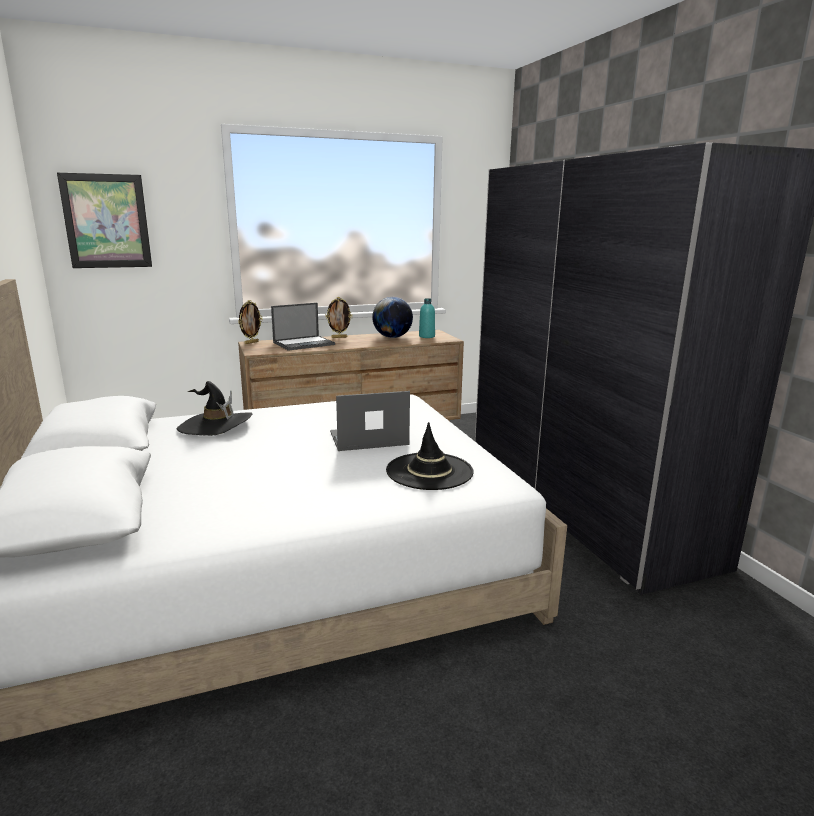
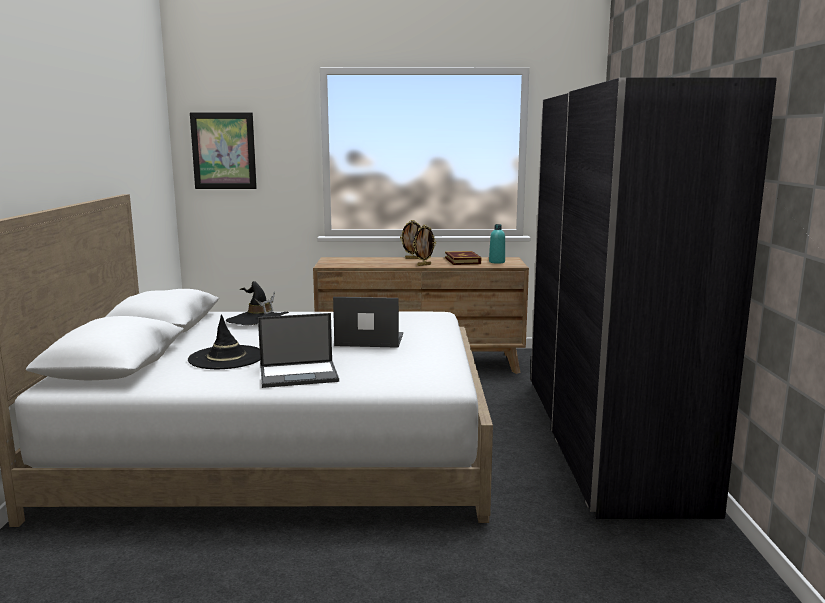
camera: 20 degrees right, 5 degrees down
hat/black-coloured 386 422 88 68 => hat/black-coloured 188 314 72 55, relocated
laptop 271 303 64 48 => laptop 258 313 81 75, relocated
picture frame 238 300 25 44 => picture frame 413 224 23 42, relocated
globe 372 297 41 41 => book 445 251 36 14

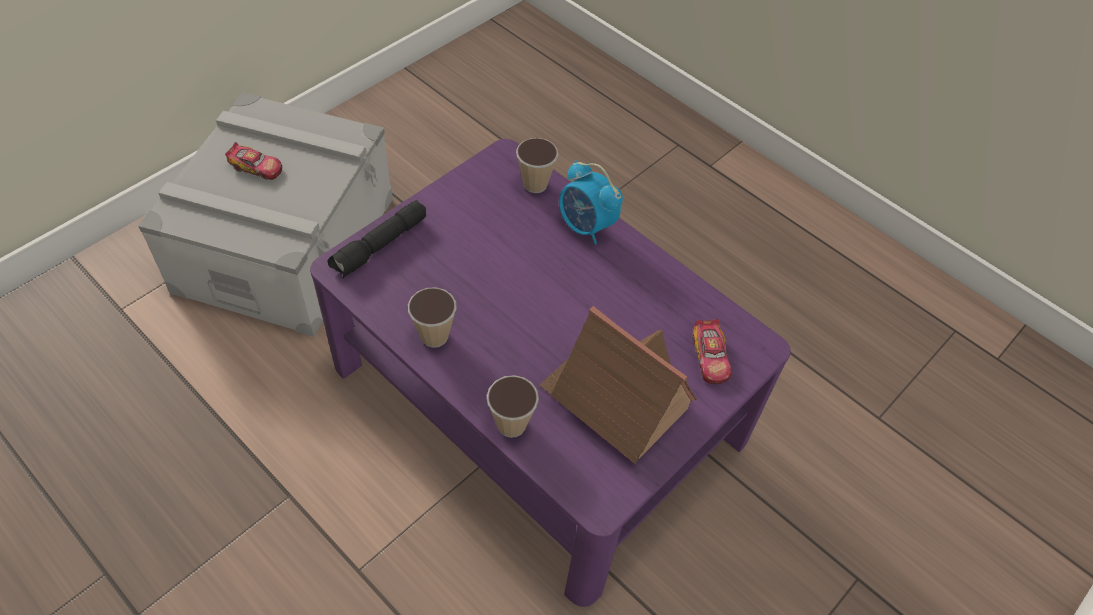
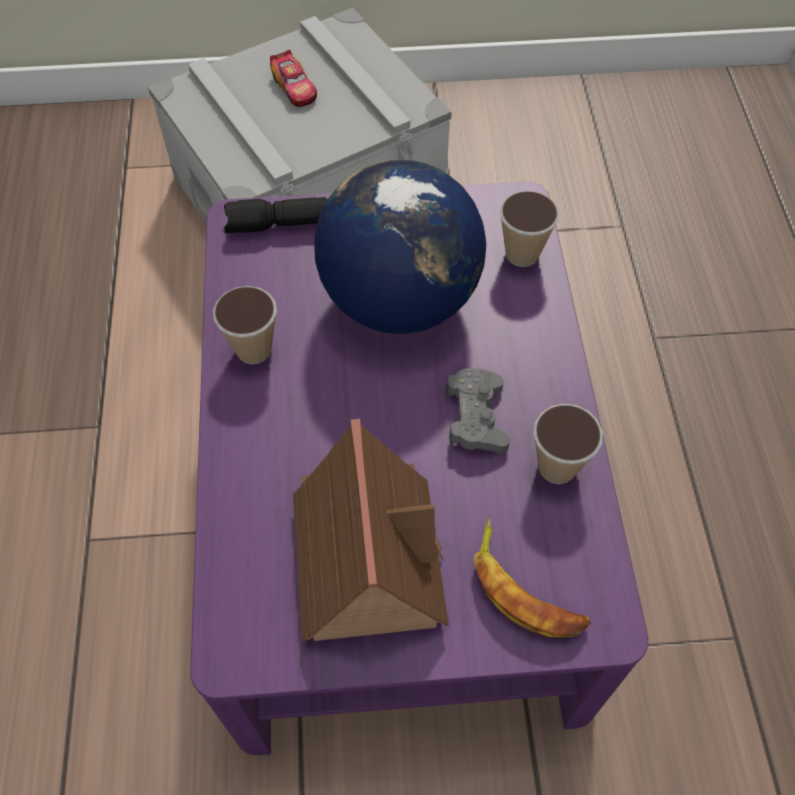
camera: 45 degrees right, 5 degrees up
nothing => globe 314 159 172 175
nothing => gamepad/grey 446 368 64 85
toy car 693 319 39 65 => banana fruit 474 518 117 119
small cup 487 375 52 63 => small cup 534 404 69 80, relocated
table clock 559 160 64 85 => nothing

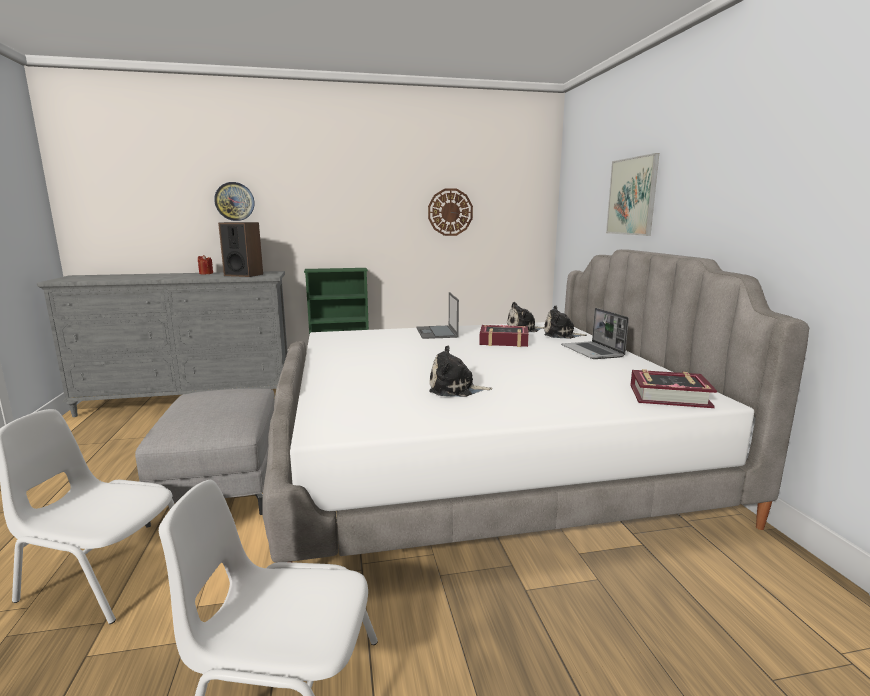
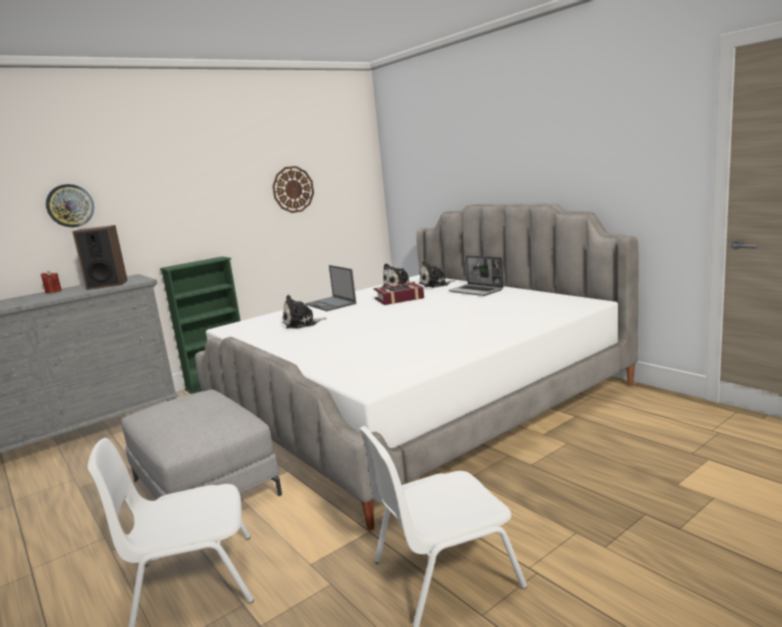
camera: 25 degrees left, 0 degrees up
soft toy 429 345 63 52 => soft toy 282 295 45 34, relocated
wall picture 606 153 53 83 => nothing
book 630 369 87 39 => nothing

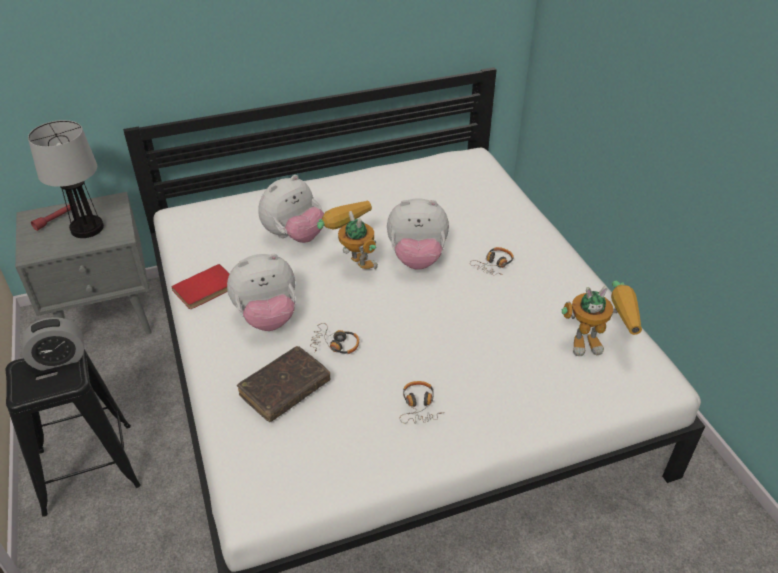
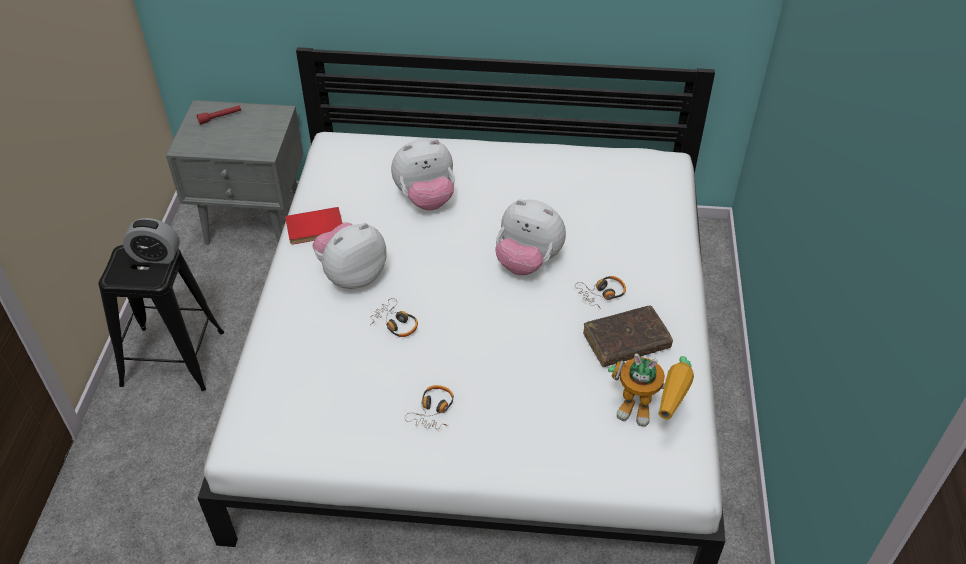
camera: 25 degrees right, 5 degrees up
soft toy 227 254 68 77 => soft toy 313 222 73 67, 135 degrees clockwise
book/brown-coloured 237 346 93 76 => book/brown-coloured 583 305 90 62, relocated
lamp for a table 28 120 76 118 => nothing
robot figure 317 200 61 69 => nothing

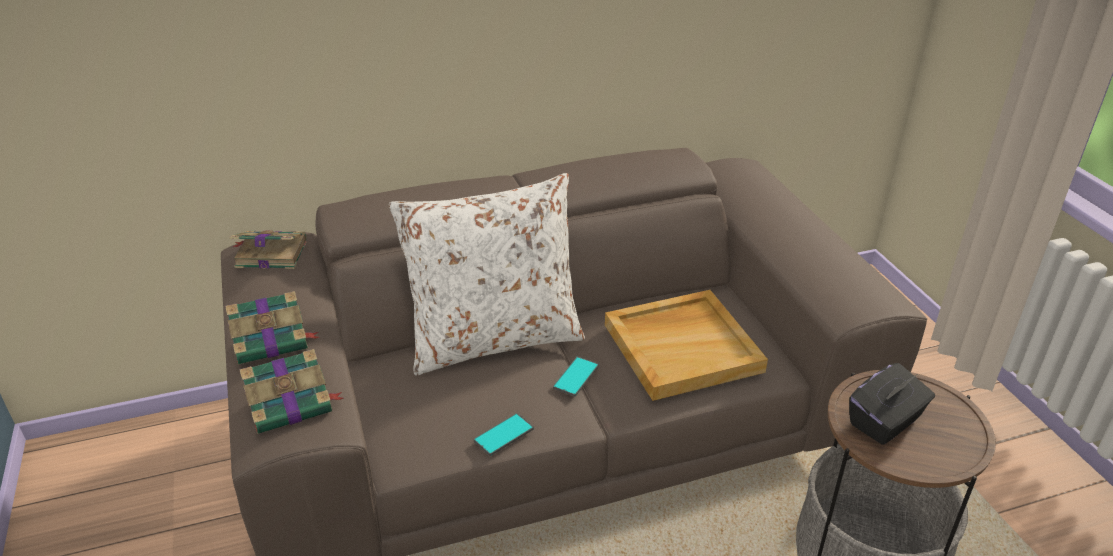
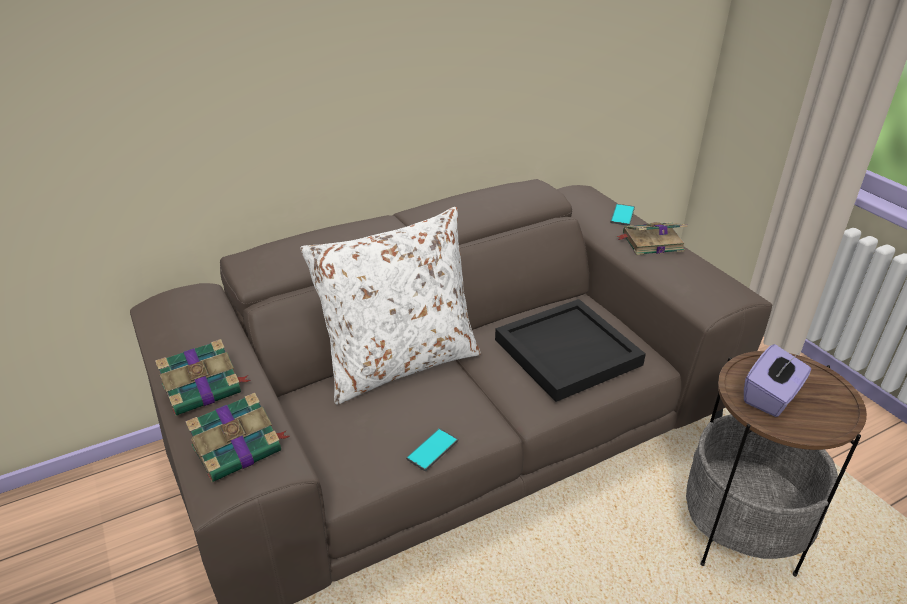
camera: 10 degrees left, 0 degrees up
tray/beige-coloured 605 290 163 111 => tray/black-coloured 495 299 151 103
telephone 553 356 46 41 => telephone 610 204 25 22, relocated
book 229 230 78 39 => book 616 222 72 33, relocated
box of tissues/black-coloured 849 363 86 82 => box of tissues/purple-coloured 744 344 67 73

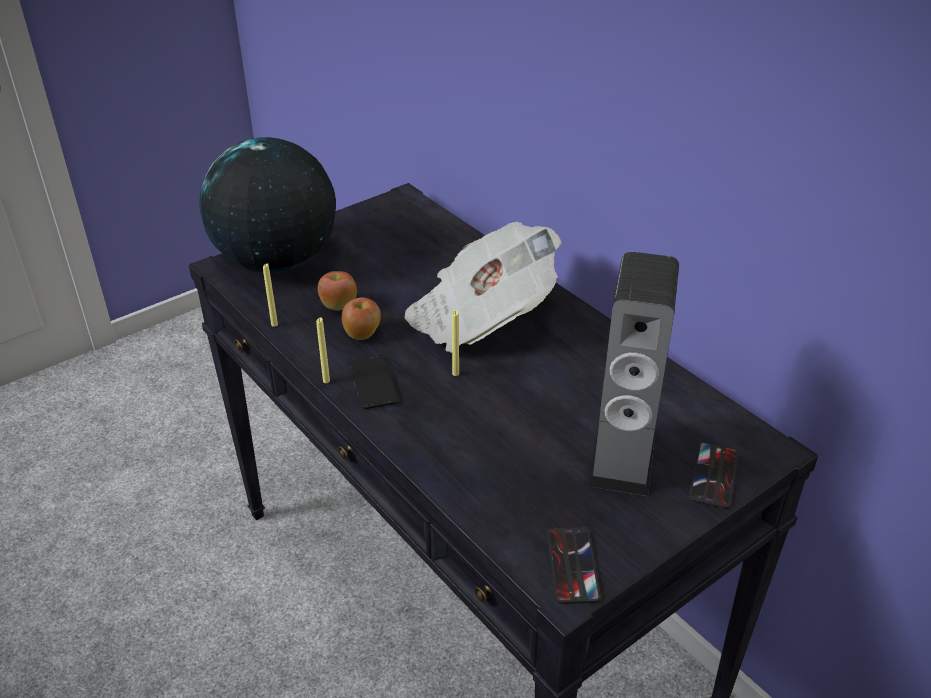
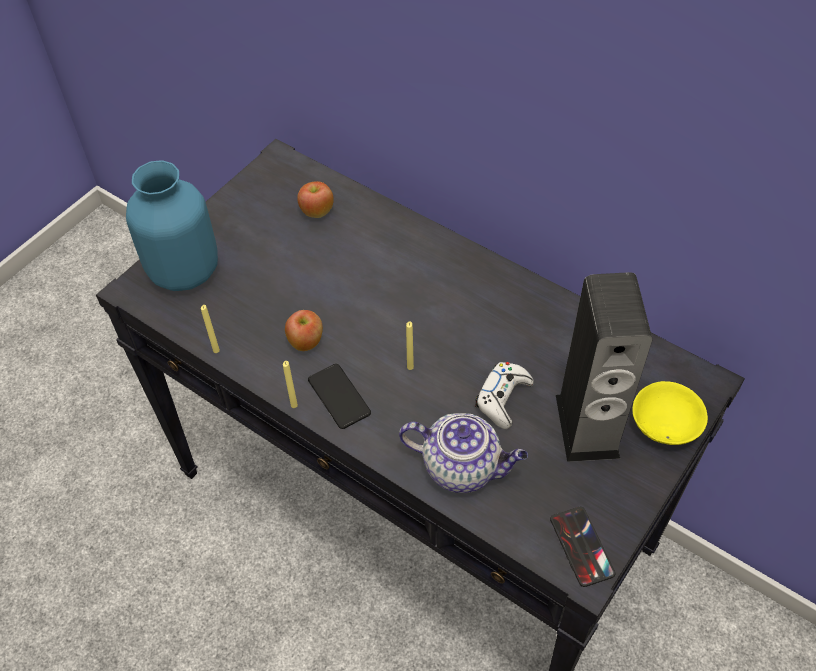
camera: 15 degrees left, 15 degrees up
globe 199 137 137 136 => vase/blue 126 160 92 131
apple fruit 318 271 39 40 => apple fruit 297 181 37 37, relocated
nothing => pot for tea 399 413 129 80
nothing => gamepad/white-coloured 475 362 59 67
telephone 689 442 49 67 => serving bowl/yellow 633 381 75 64
daily paper 404 222 158 131 => nothing

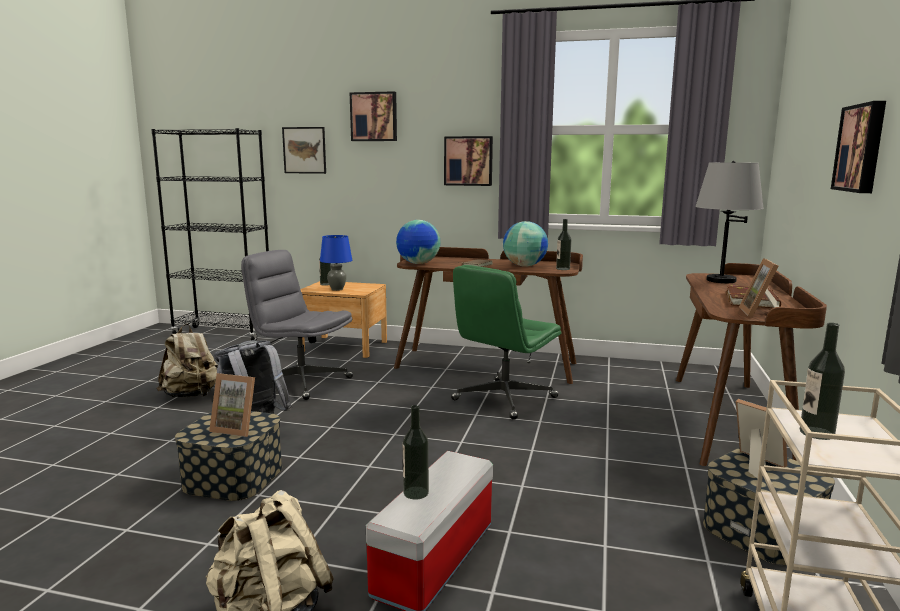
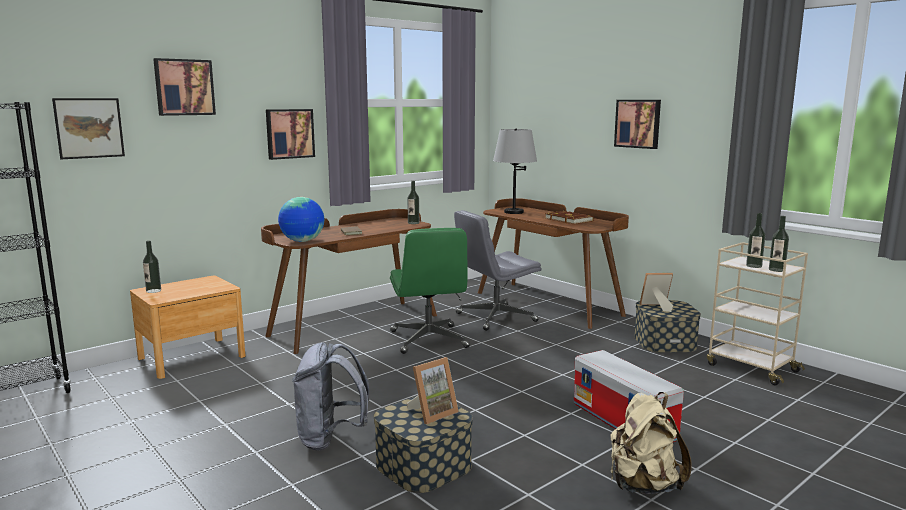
camera: 55 degrees left, 0 degrees up
desk chair/grey 241 250 112 150 => desk chair/grey 454 210 88 121, relocated
beverage bottle 403 405 26 94 => beverage bottle 769 216 20 56, relocated
backpack/beige-coloured 156 324 62 74 => nothing
lamp for a table/blue 320 235 32 56 => nothing
globe 503 221 45 46 => nothing
picture frame 739 258 40 60 => nothing

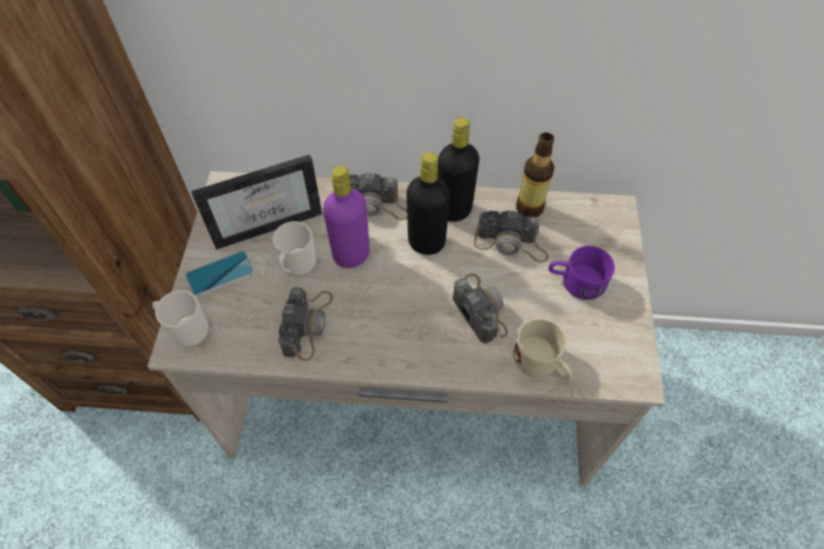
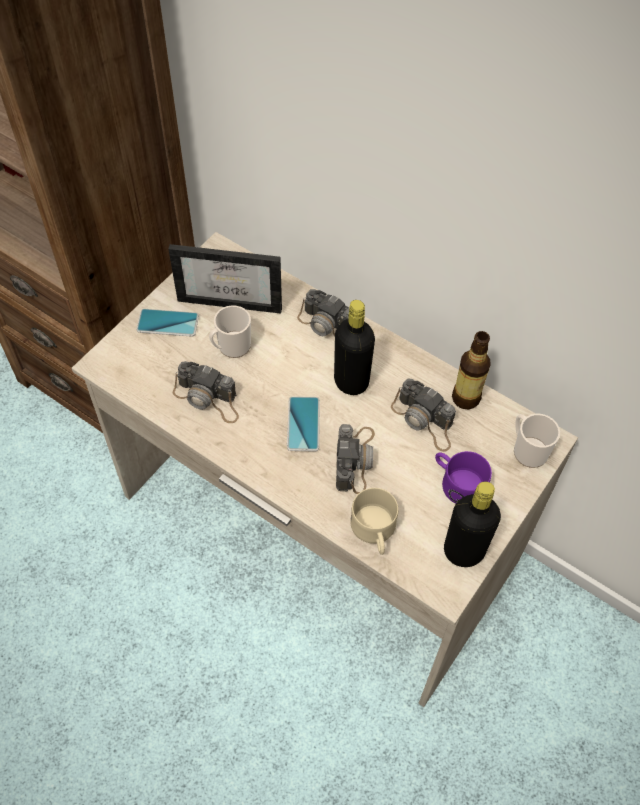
camera: 30 degrees right, 0 degrees up
photo camera 278 287 55 74 => photo camera 173 361 66 62, 75 degrees clockwise
nothing => telephone 287 396 33 55
beverage bottle/black-coloured 438 117 41 105 => beverage bottle/black-coloured 444 482 57 85, relocated
tea mug 152 290 57 57 => tea mug 514 414 46 54, relocated
beverage bottle/purple-coloured 323 165 47 103 => nothing

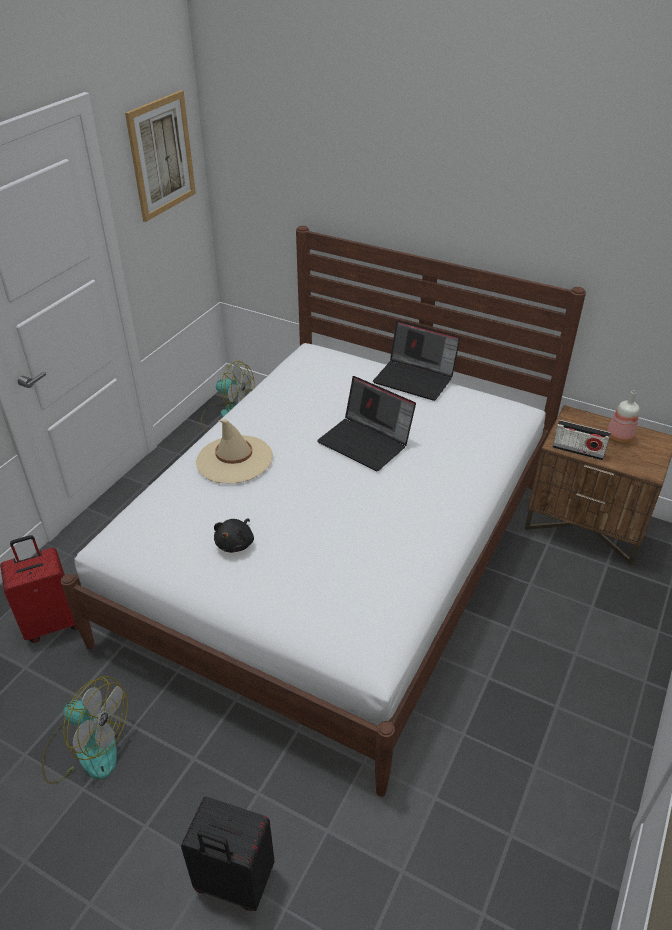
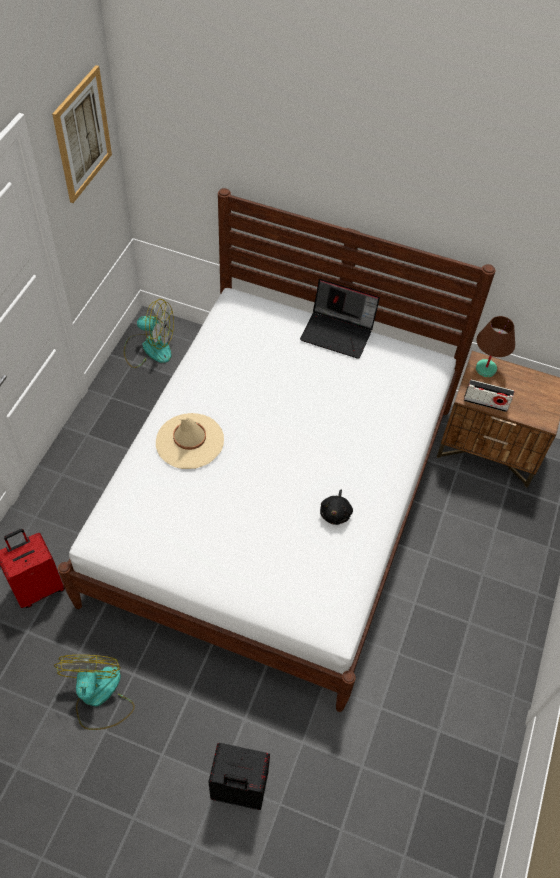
camera: 10 degrees left, 15 degrees up
fan 42 676 86 108 => fan 54 655 81 75, 105 degrees counterclockwise
soft toy/black-coloured 214 519 40 34 => soft toy/black-coloured 320 489 33 36, relocated
nothing => lamp for a table/brown-coloured 476 316 39 61
laptop 317 376 99 95 => nothing
beverage bottle 607 391 32 53 => nothing

